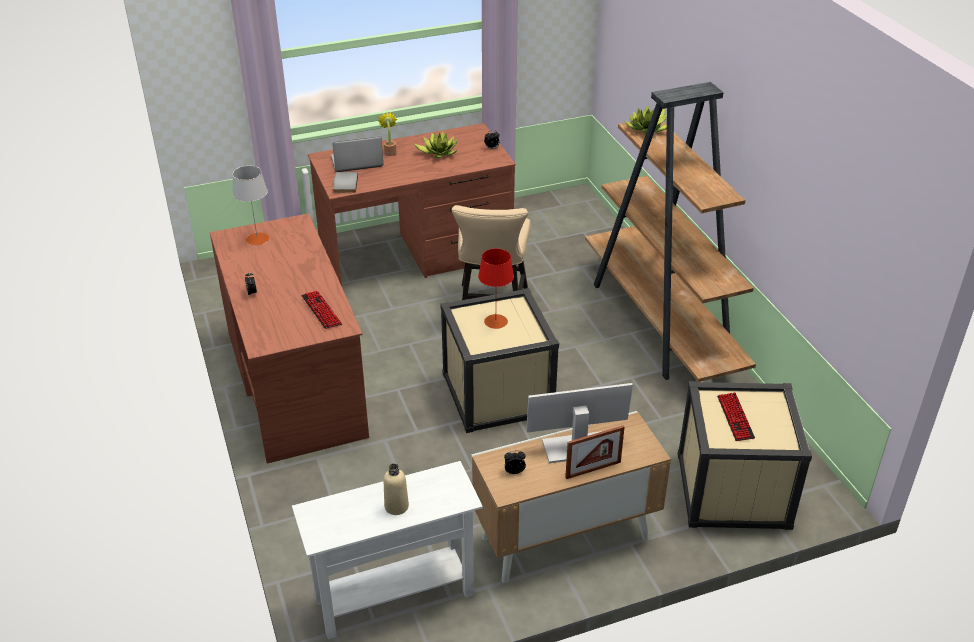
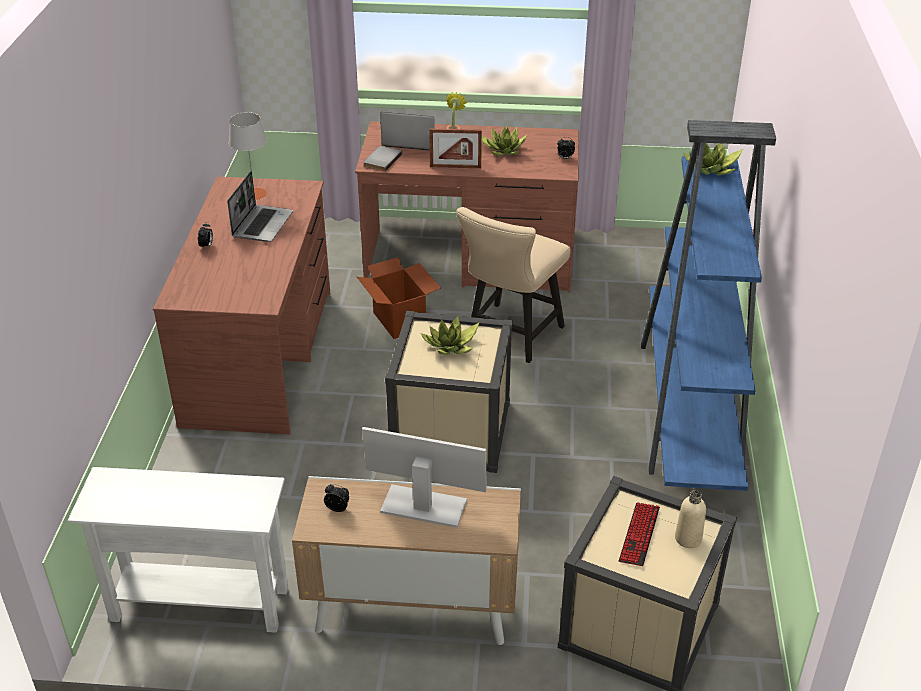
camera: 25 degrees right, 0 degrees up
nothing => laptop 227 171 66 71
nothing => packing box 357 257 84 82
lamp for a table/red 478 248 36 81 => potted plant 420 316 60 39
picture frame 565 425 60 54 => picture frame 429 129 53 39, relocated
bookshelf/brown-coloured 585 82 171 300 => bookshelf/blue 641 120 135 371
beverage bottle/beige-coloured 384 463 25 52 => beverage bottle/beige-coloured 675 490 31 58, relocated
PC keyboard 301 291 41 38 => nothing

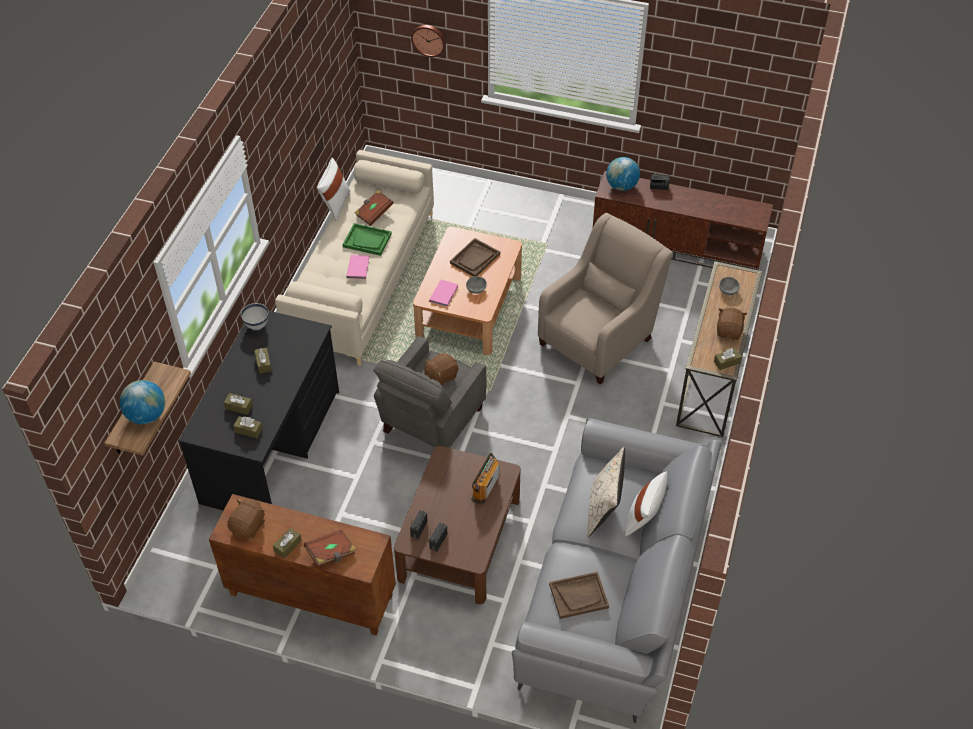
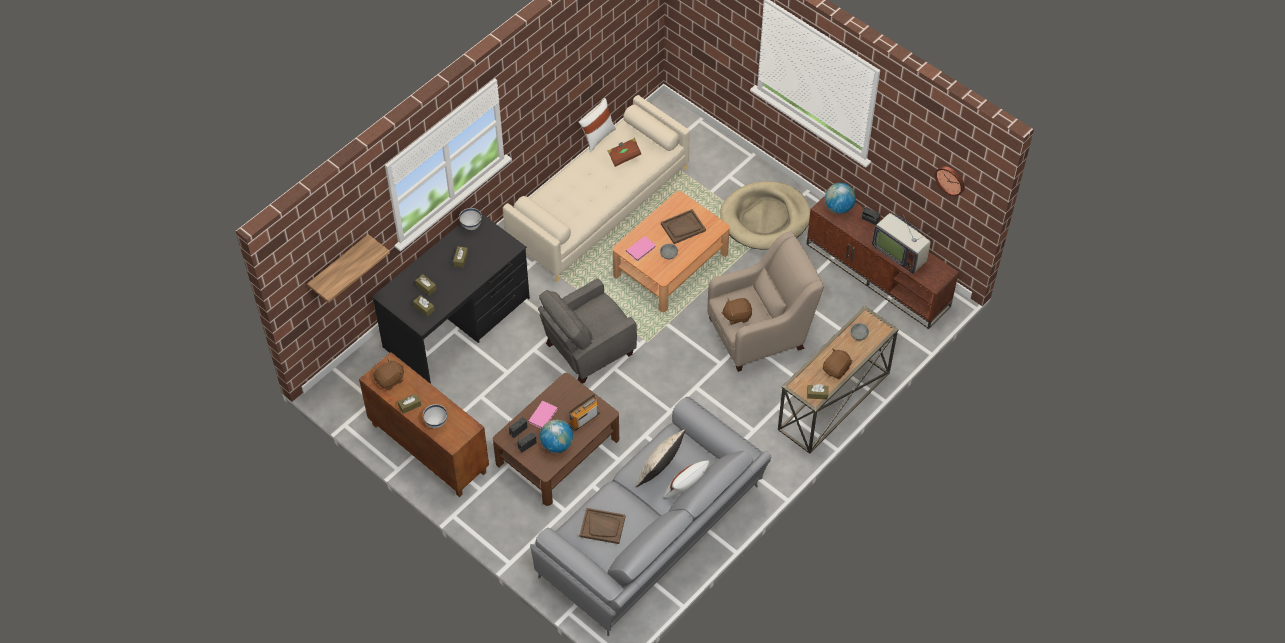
camera: 25 degrees right, 5 degrees up
book/brown-coloured 304 530 53 37 => serving bowl/white-coloured 423 404 24 24
book/pinkish 346 255 23 24 => book/pinkish 528 401 30 28, relocated
globe 119 380 46 44 => globe 540 419 33 34, relocated
nothing => pet bed/beige-coloured 720 181 90 69
soft toy/brown-coloured 424 353 34 33 => soft toy/brown-coloured 721 298 31 26, relocated
nothing => TV set 872 213 59 61
wall clock 411 25 35 32 => wall clock 935 166 30 30, relocated
tray/greenish 342 223 50 33 => nothing

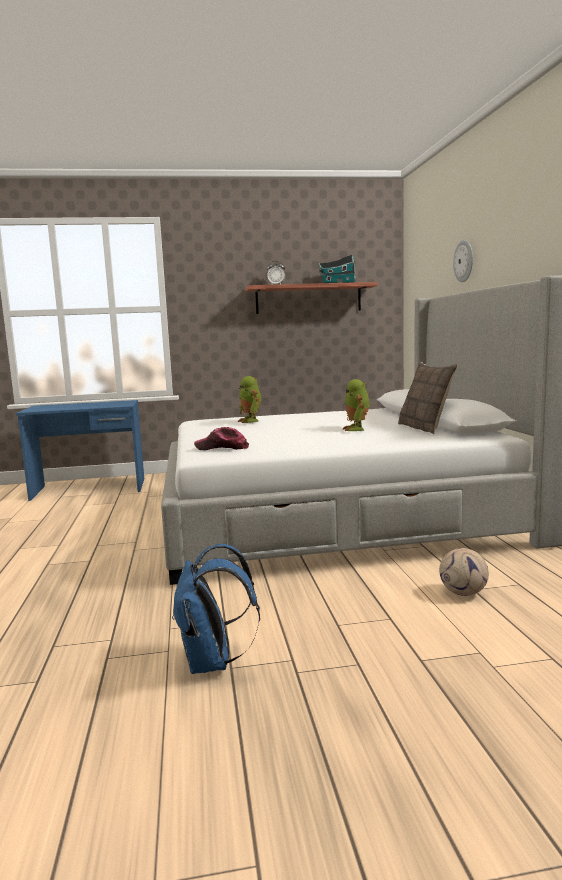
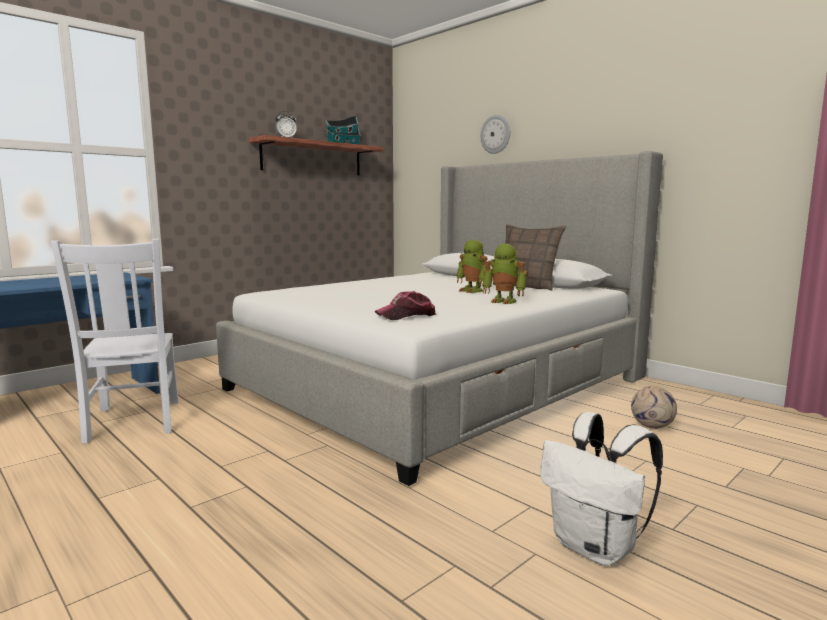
camera: 35 degrees left, 0 degrees up
nothing => upright chair/white-coloured 51 239 128 204
robot figure 238 376 24 47 => robot figure 482 244 46 60, relocated
backpack/blue 172 544 88 130 => backpack/white-coloured 540 412 123 154

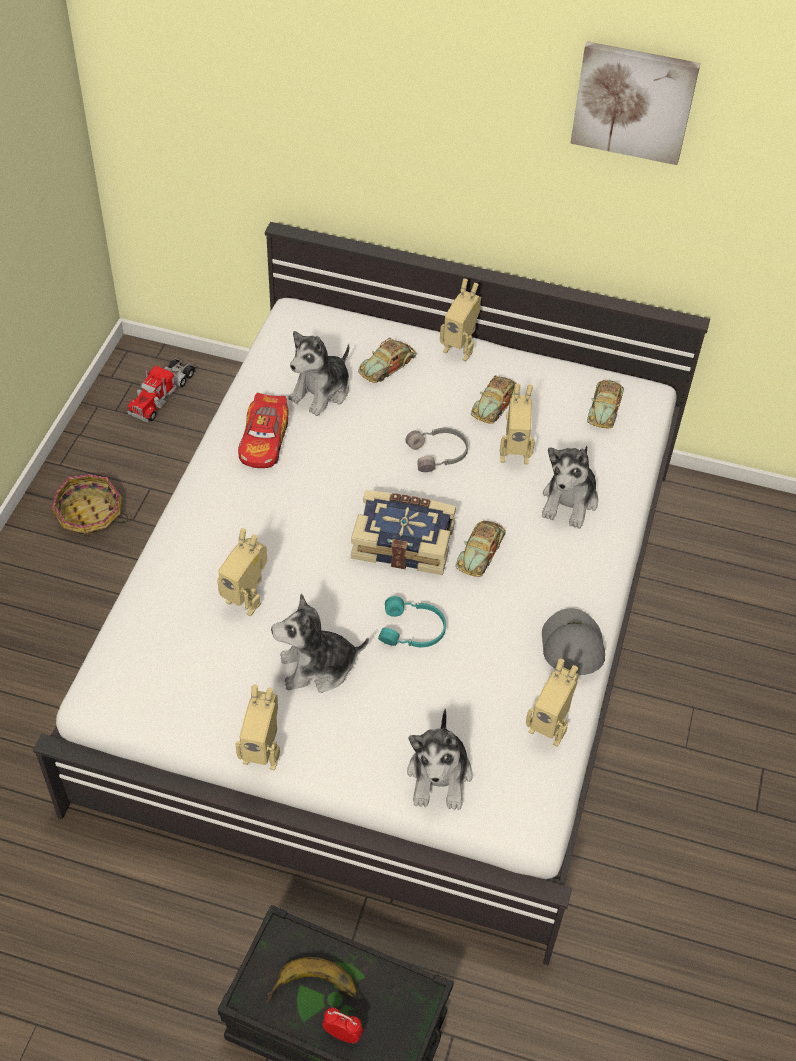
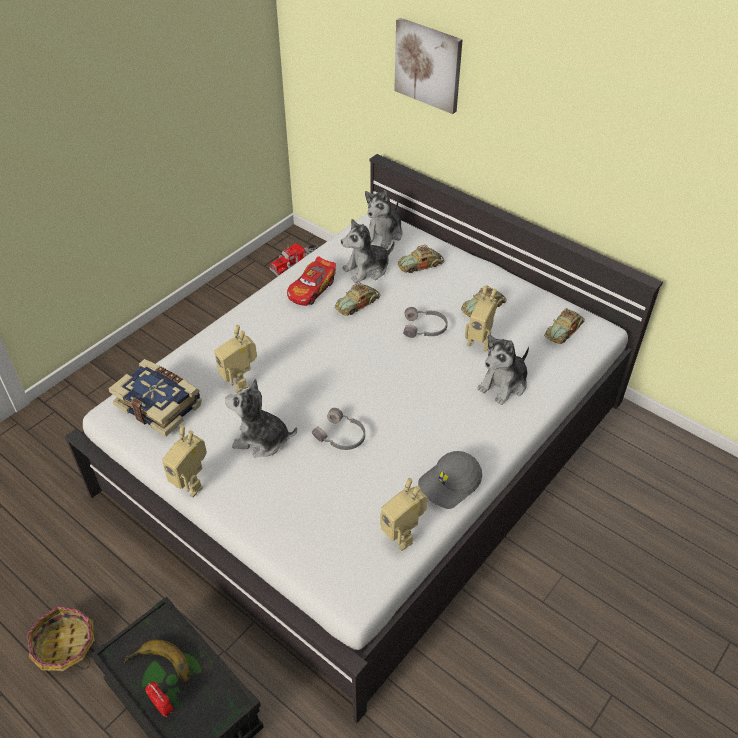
camera: 25 degrees right, 5 degrees down
storage basket 52 474 76 62 => storage basket 27 606 67 65, relocated
book 351 490 105 85 => book 109 359 93 78, relocated
headset/turquoise 378 596 68 51 => headset/grey 312 408 53 42
toy car 456 521 50 56 => toy car 335 282 45 34, relocated
soft toy 407 708 66 102 => soft toy 365 190 38 59, relocated
wall picture 570 41 131 124 => wall picture 394 18 69 96, relocated
peaked cap/grey 542 608 63 67 => peaked cap/grey 418 451 64 58, 150 degrees counterclockwise
robot figure 440 279 41 83 => nothing

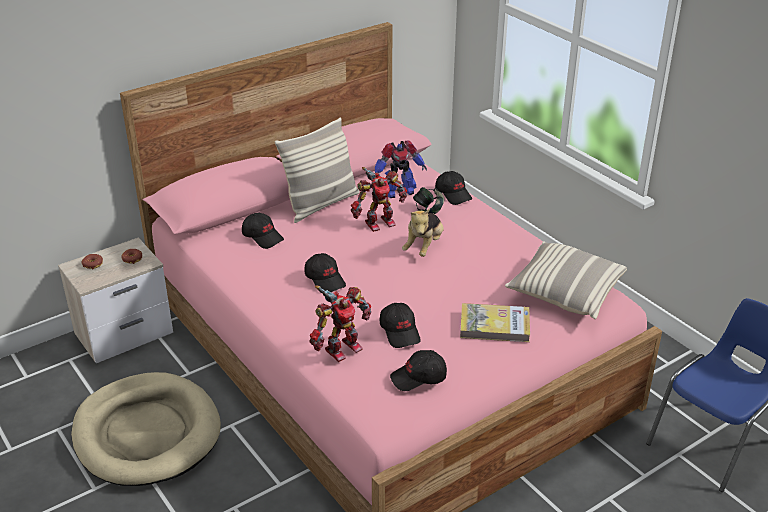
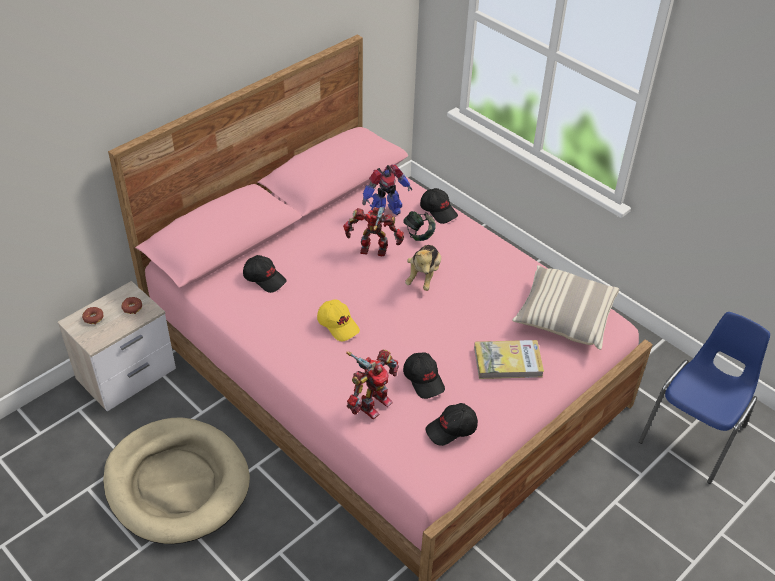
camera: 10 degrees left, 10 degrees up
peaked cap/black-coloured 304 253 42 40 => peaked cap/yellow 317 299 43 42
robot figure 351 167 56 65 => robot figure 343 207 61 49, 135 degrees counterclockwise
throw pillow 275 117 85 106 => nothing

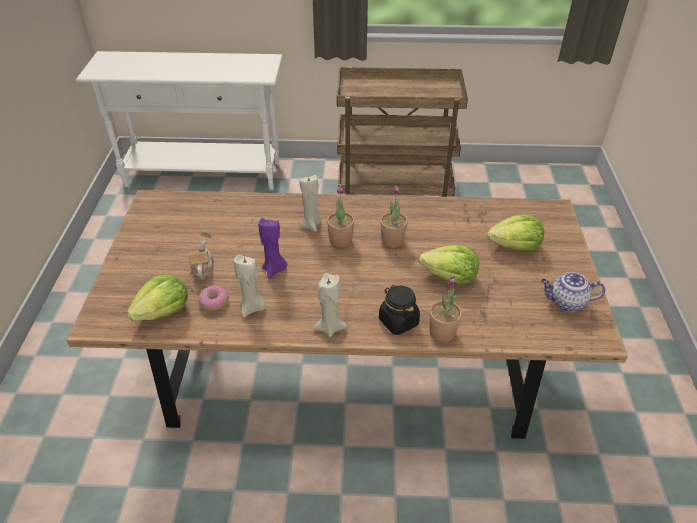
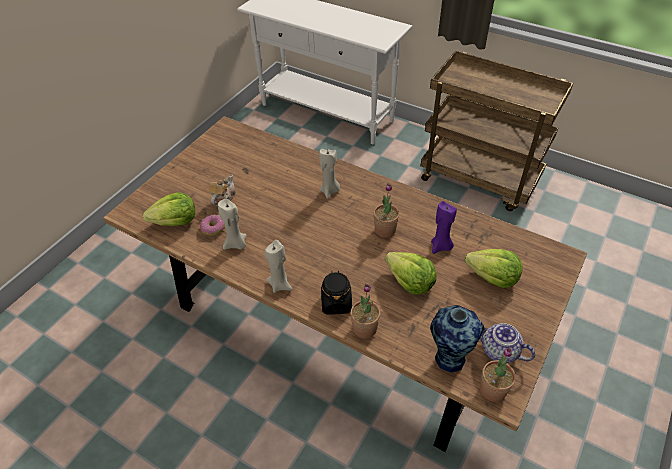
camera: 30 degrees right, 5 degrees up
nothing => vase 430 305 53 68
candle/purple-coloured 258 218 29 61 => candle/purple-coloured 431 201 26 53, relocated
potted plant 327 185 28 63 => potted plant 480 347 36 55, relocated

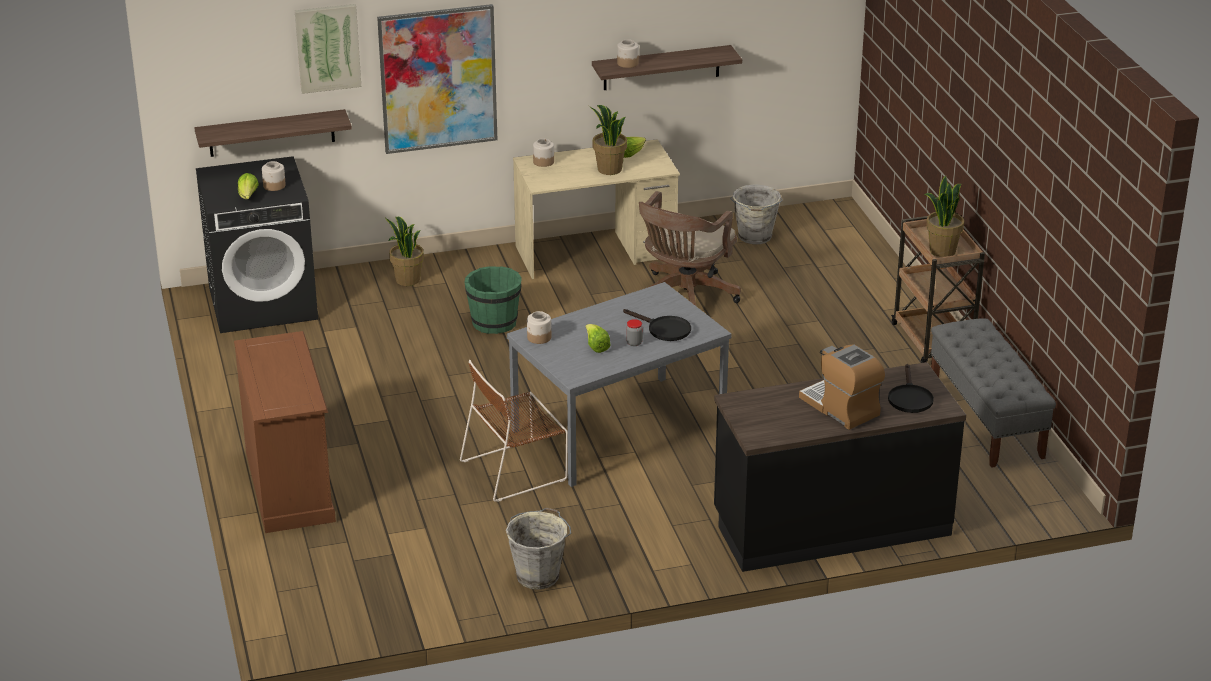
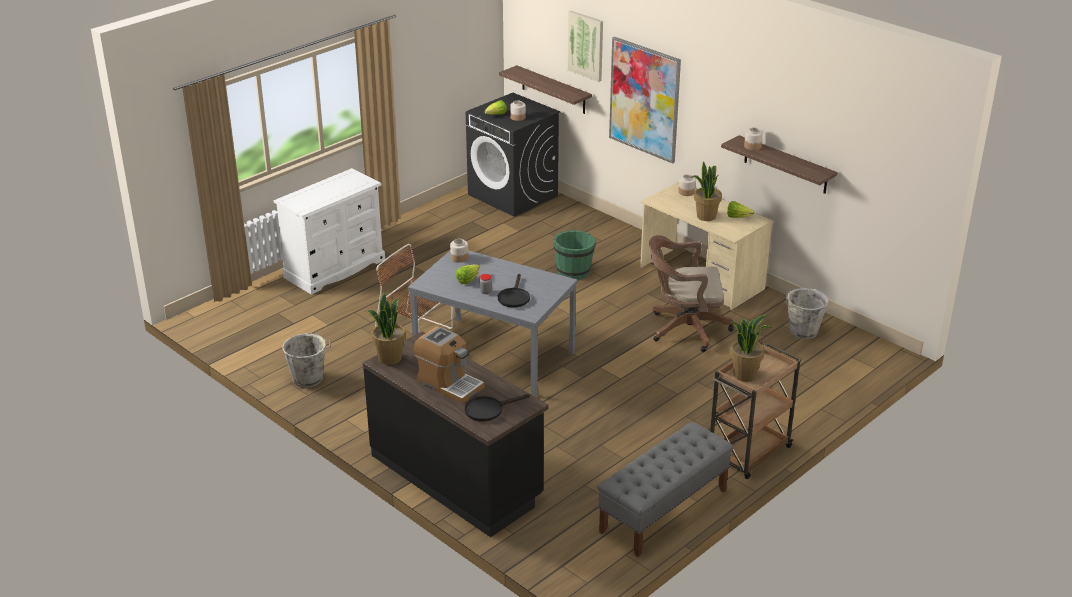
camera: 60 degrees right, 0 degrees up
dresser/brown-coloured 234 331 102 202 => dresser/white-coloured 274 168 111 127
potted plant 385 217 39 69 => potted plant 367 293 39 72, relocated
coffee brewer 799 344 86 86 => coffee brewer 414 326 71 78, 105 degrees clockwise

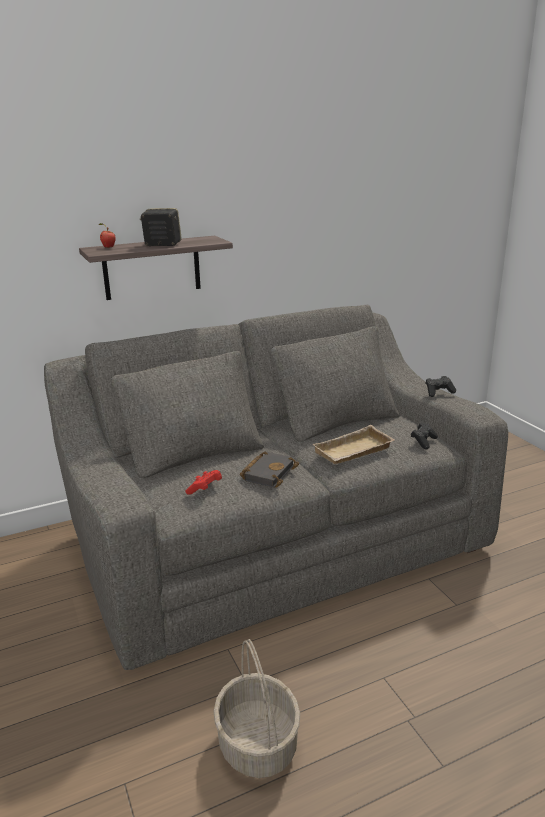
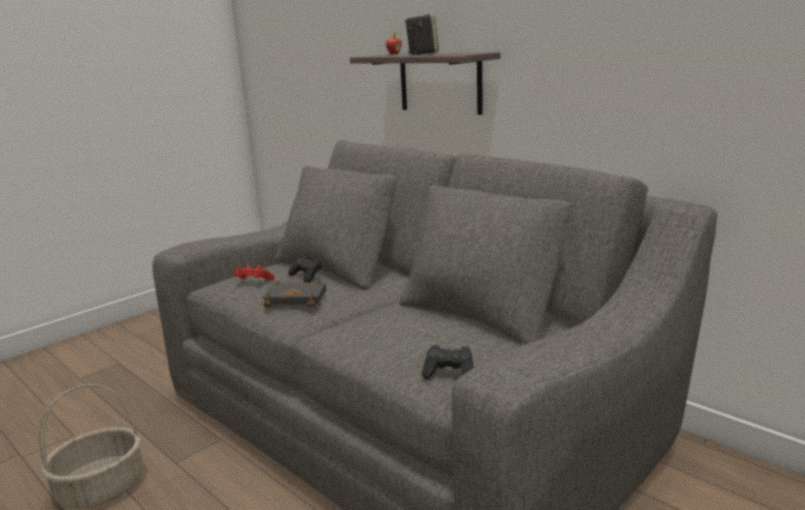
camera: 70 degrees right, 5 degrees down
gamepad/black-coloured 425 376 31 21 => gamepad/black-coloured 288 256 34 27, relocated
tray/beige-coloured 312 425 83 39 => nothing

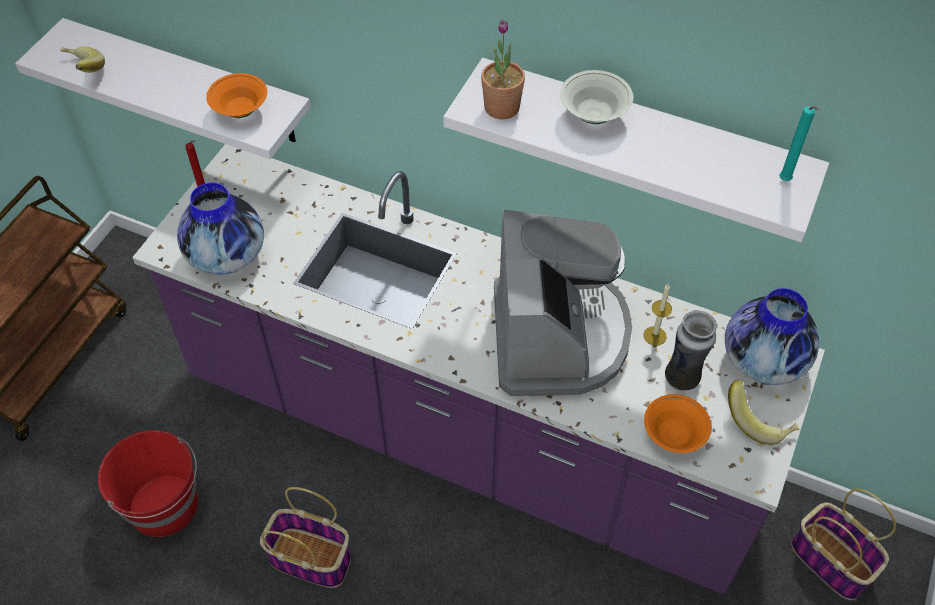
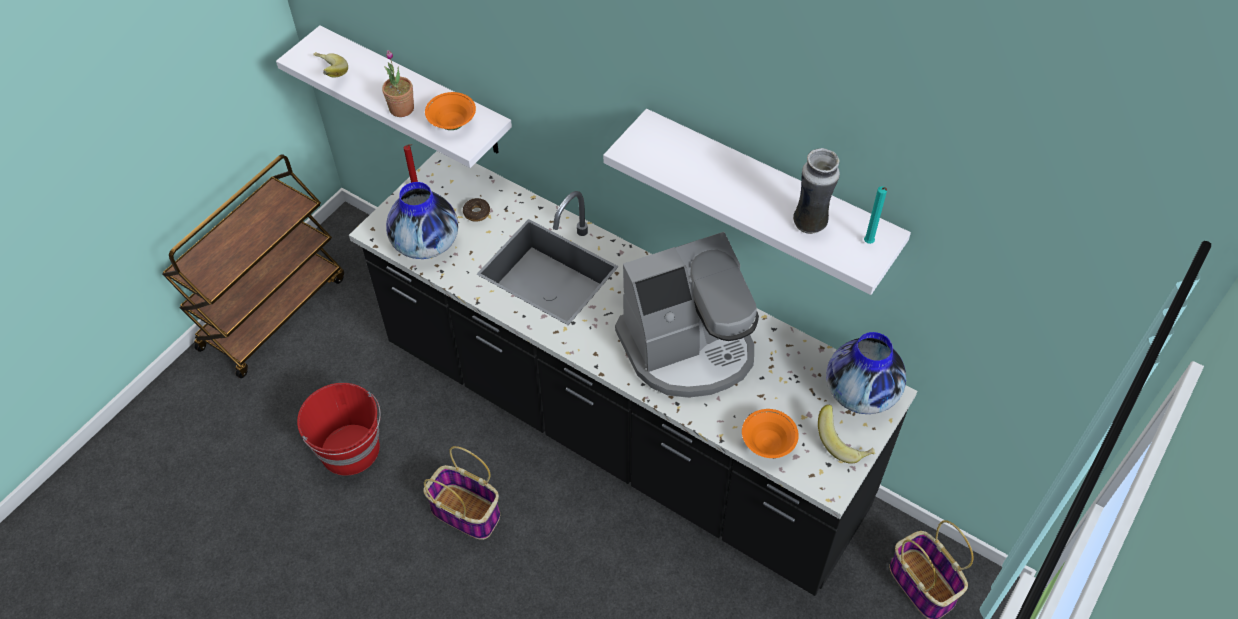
camera: 10 degrees right, 0 degrees up
kitchen base unit/purple-coloured 132 144 693 451 => kitchen base unit/black-coloured 349 151 569 445
potted plant 481 20 44 99 => potted plant 382 50 32 67, relocated
nothing => doughnut 463 198 27 24
coffee brewer 494 210 138 186 => coffee brewer 615 232 144 166, 60 degrees clockwise
vase 665 310 52 81 => vase 793 148 47 86, relocated
serving bowl/white-coloured 560 70 73 54 => nothing
candle 643 284 29 62 => nothing

